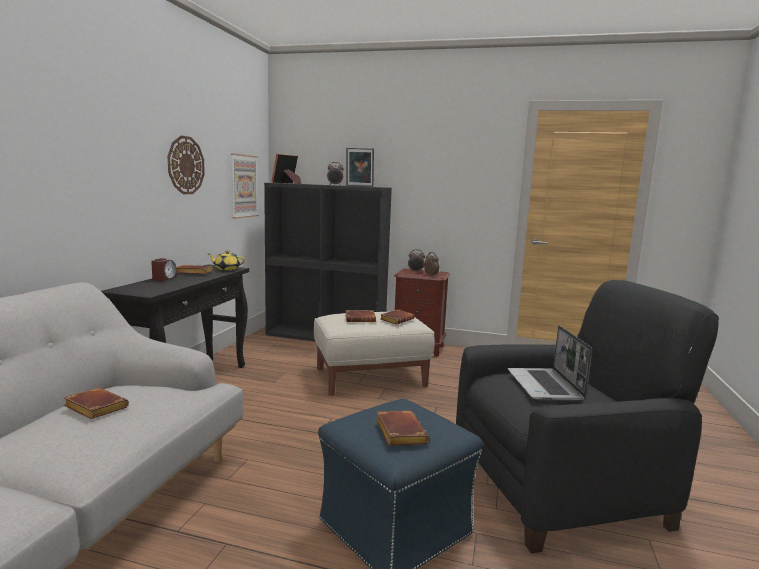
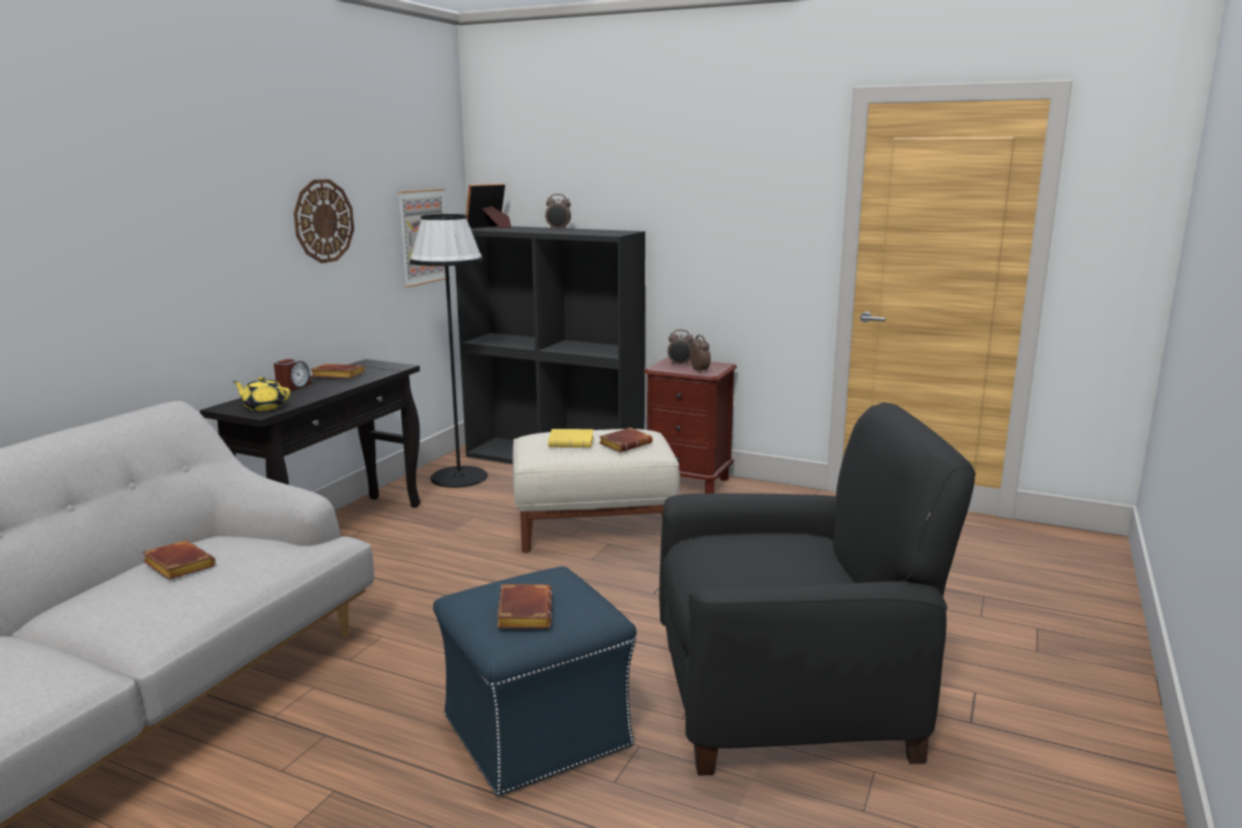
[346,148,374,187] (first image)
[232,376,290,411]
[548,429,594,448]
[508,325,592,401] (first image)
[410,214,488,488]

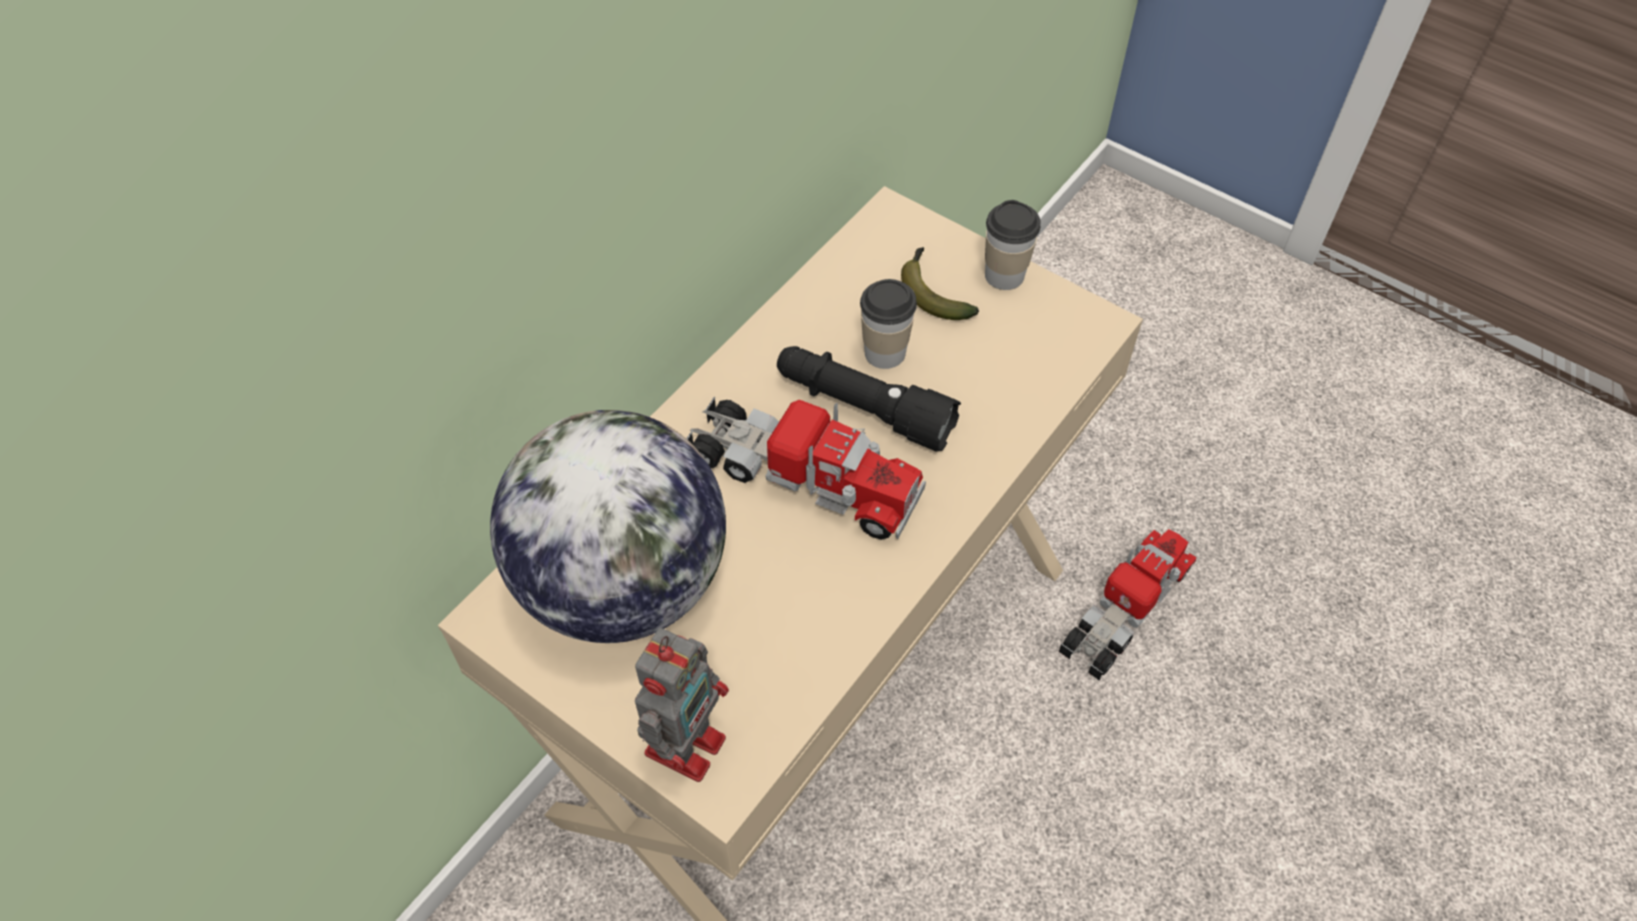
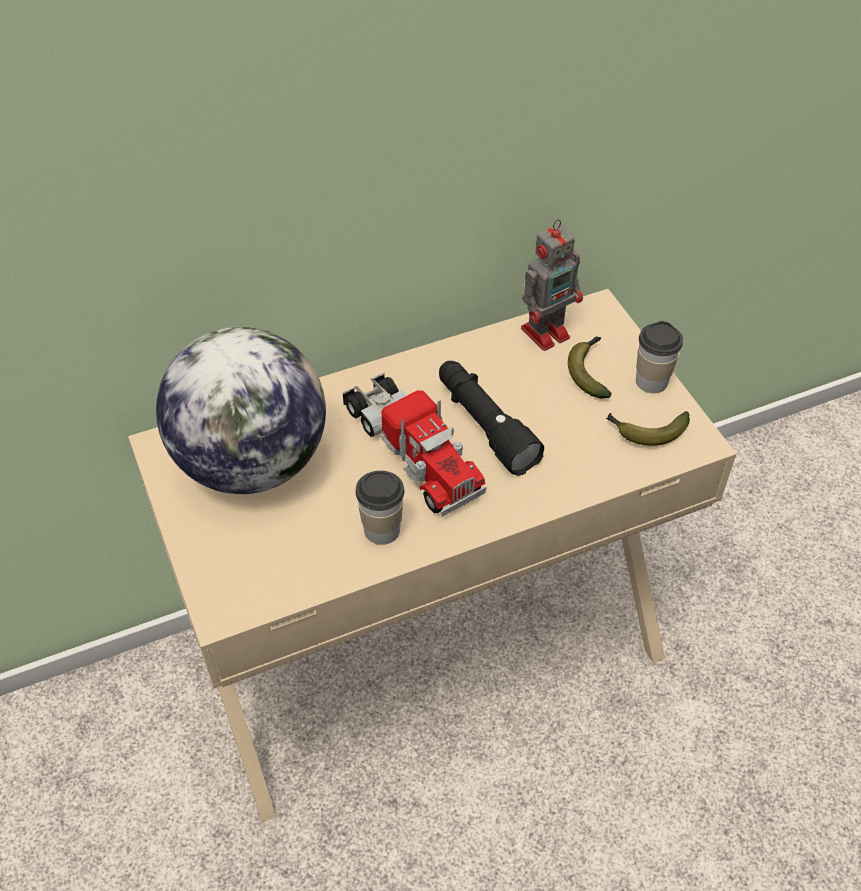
[356,471,404,545]
[1059,529,1197,680] (first image)
[521,219,583,351]
[606,411,690,446]

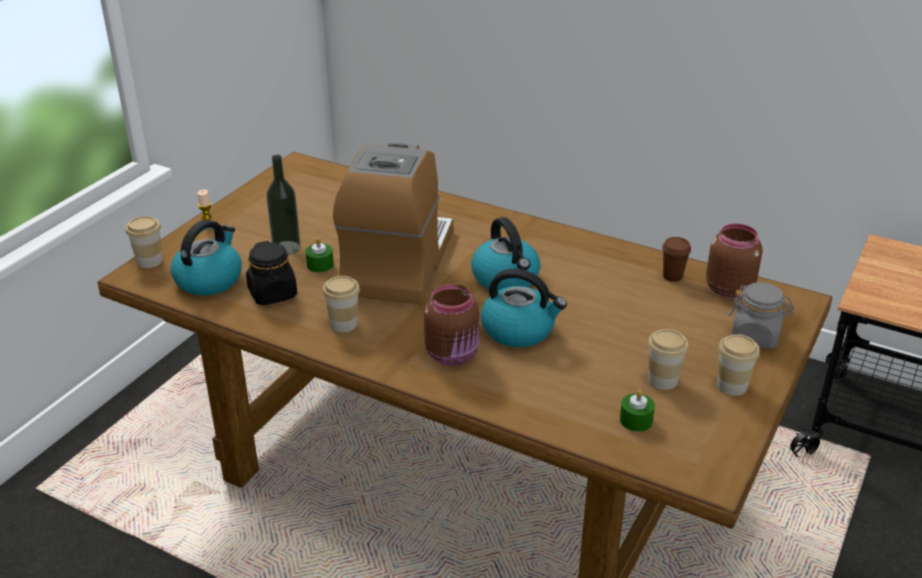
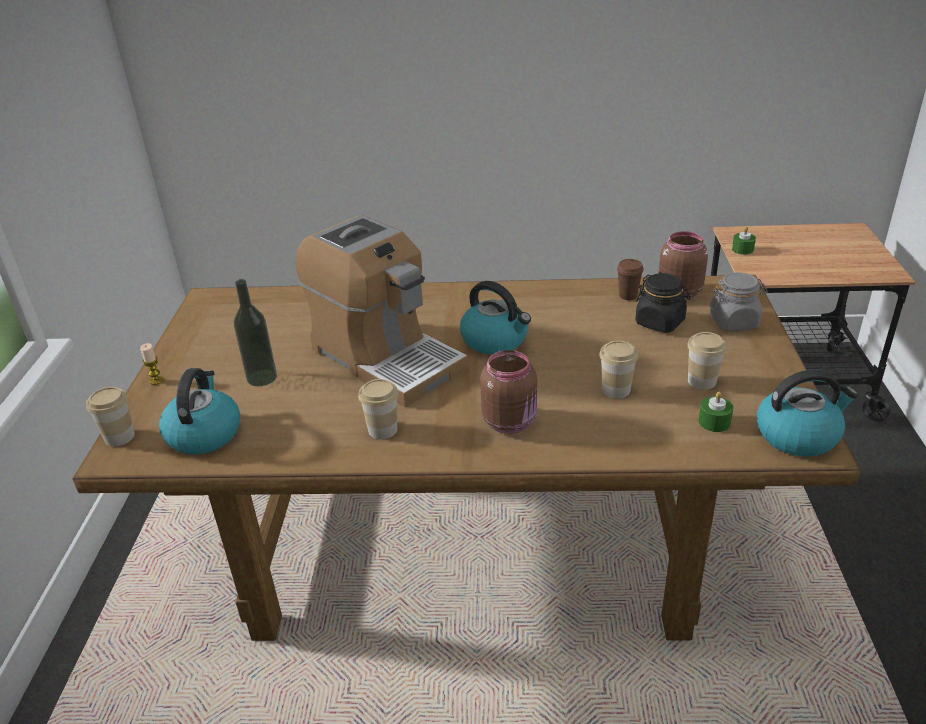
[296,215,468,407]
[732,227,756,255]
[635,273,691,333]
[757,369,858,457]
[599,341,638,399]

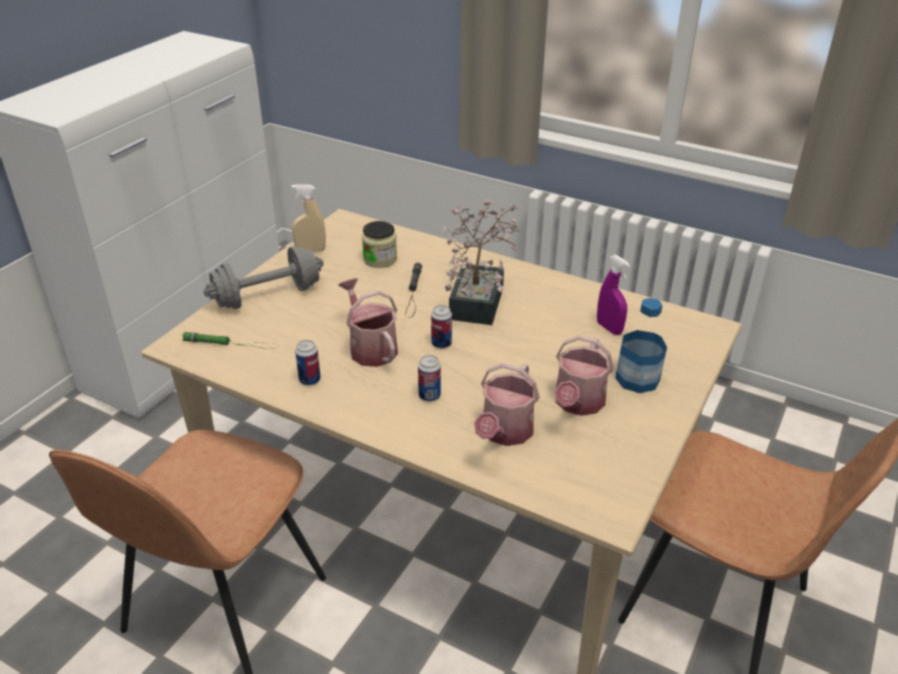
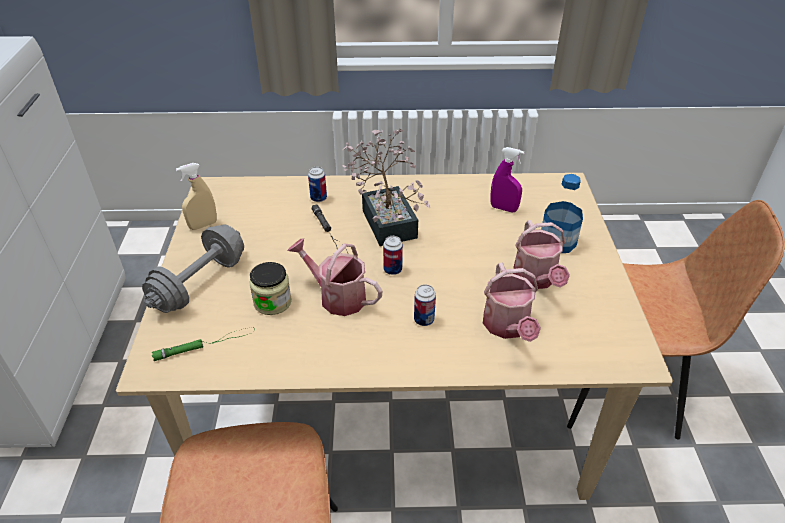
[249,262,292,315]
[308,167,327,202]

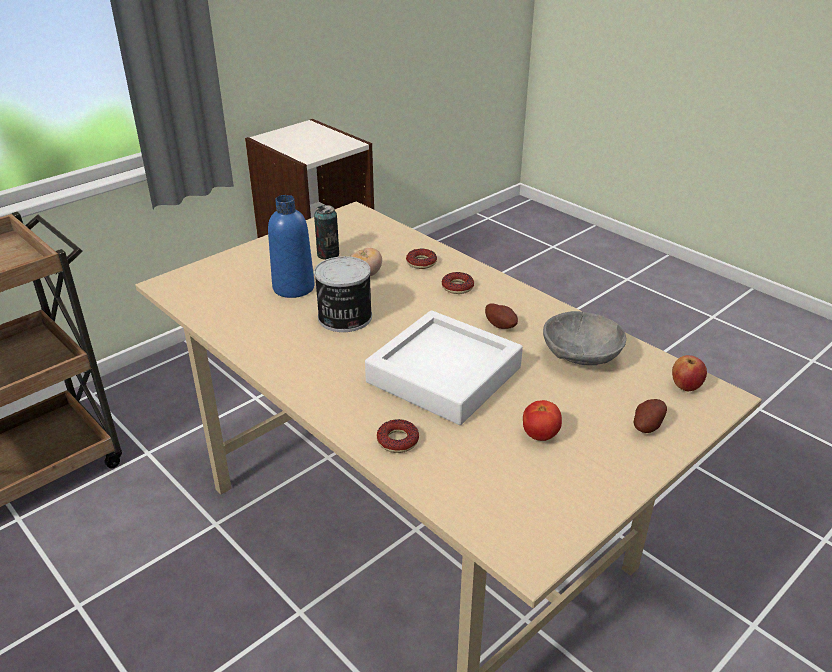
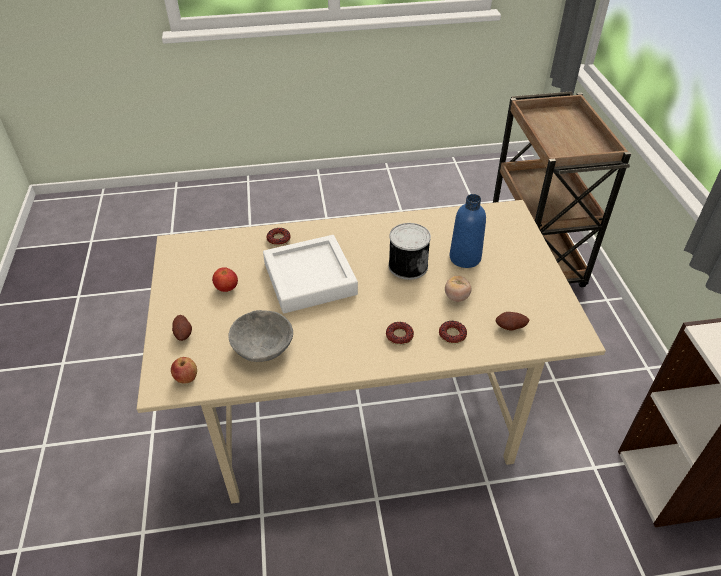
[314,205,339,260] (first image)
[496,312,530,330]

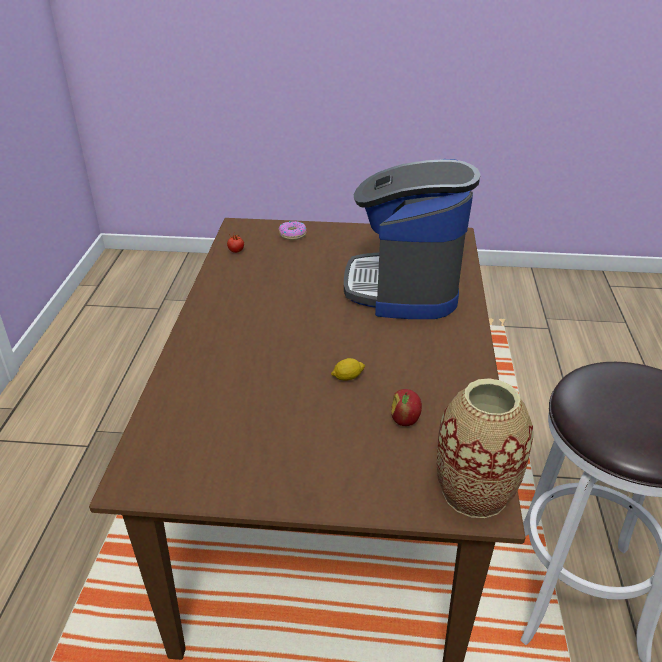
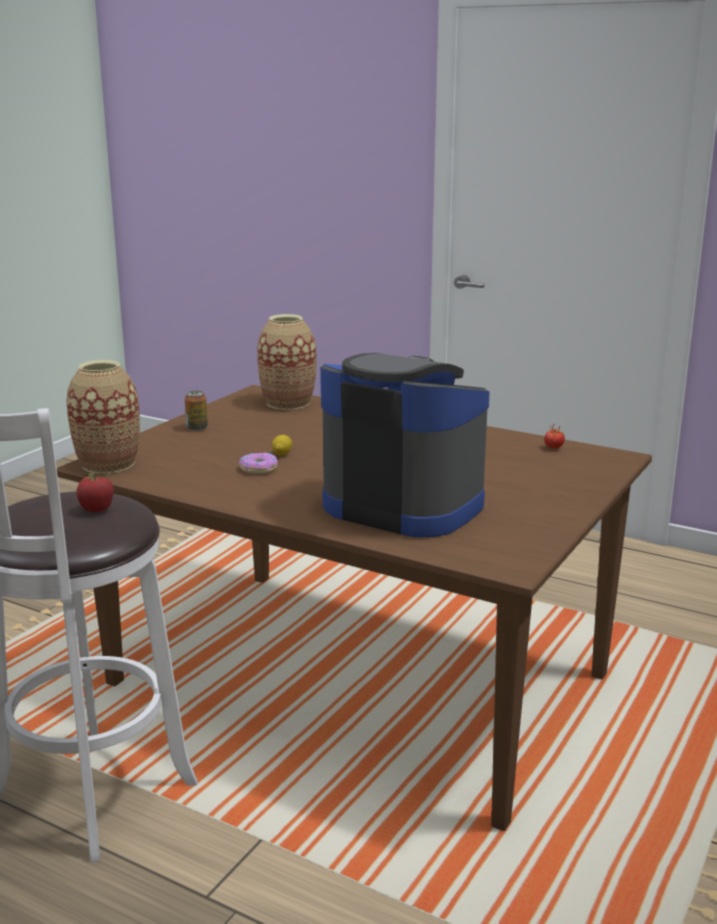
[239,453,278,474]
[77,473,114,513]
[257,314,317,410]
[185,391,208,431]

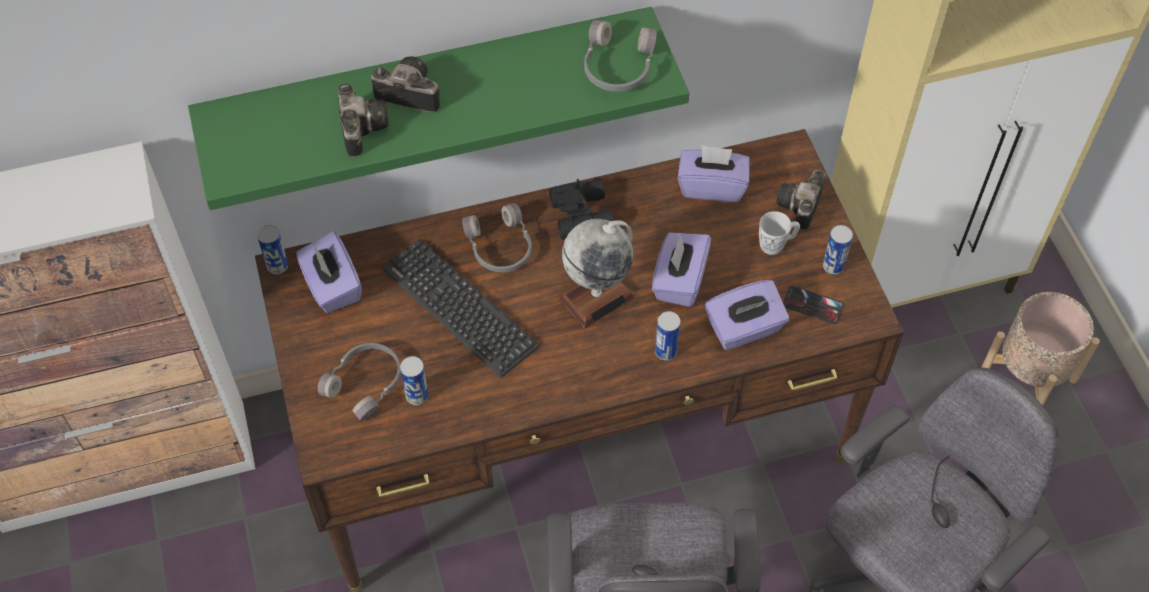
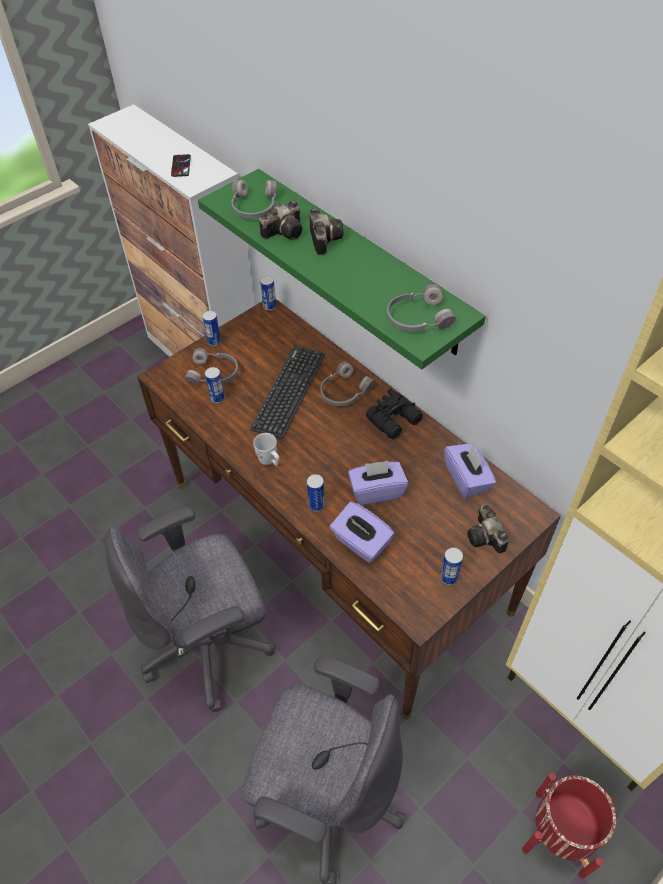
[467,504,509,553]
[253,433,279,466]
[559,219,635,328] (first image)
[296,231,362,313] (first image)
[171,154,191,177]
[522,773,616,879]
[231,180,277,218]
[202,311,221,346]

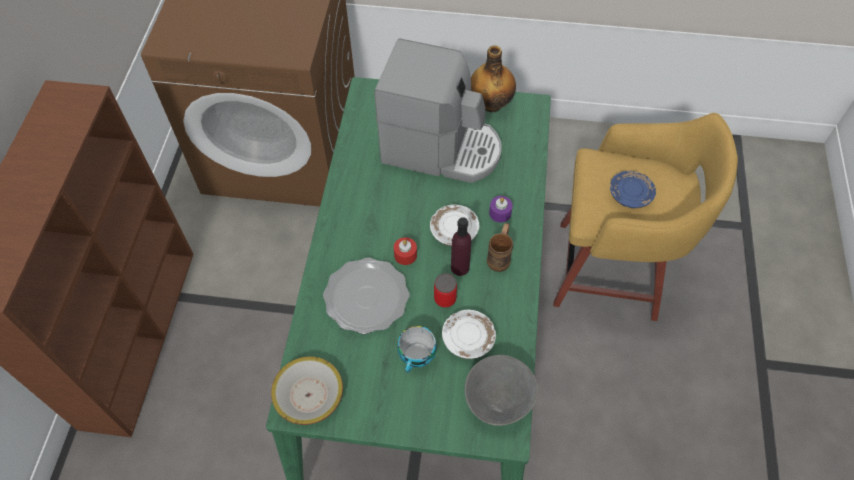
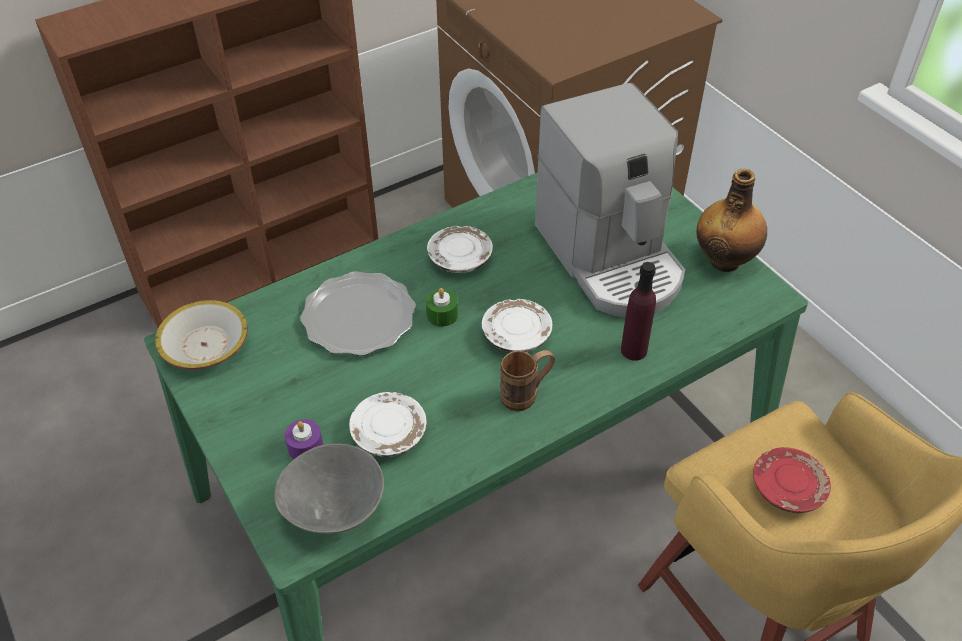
[753,447,831,513]
[284,419,324,459]
[621,262,656,361]
[426,288,458,327]
[434,273,457,308] (first image)
[397,326,437,373] (first image)
[427,226,493,273]

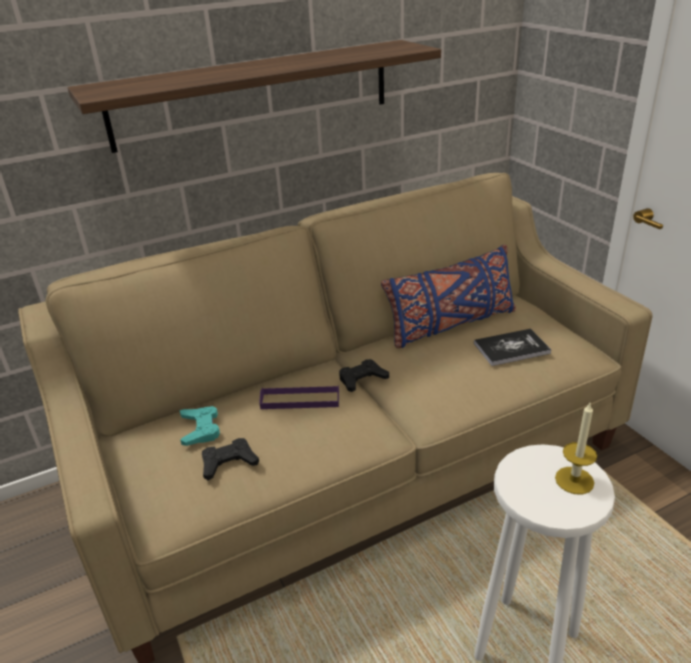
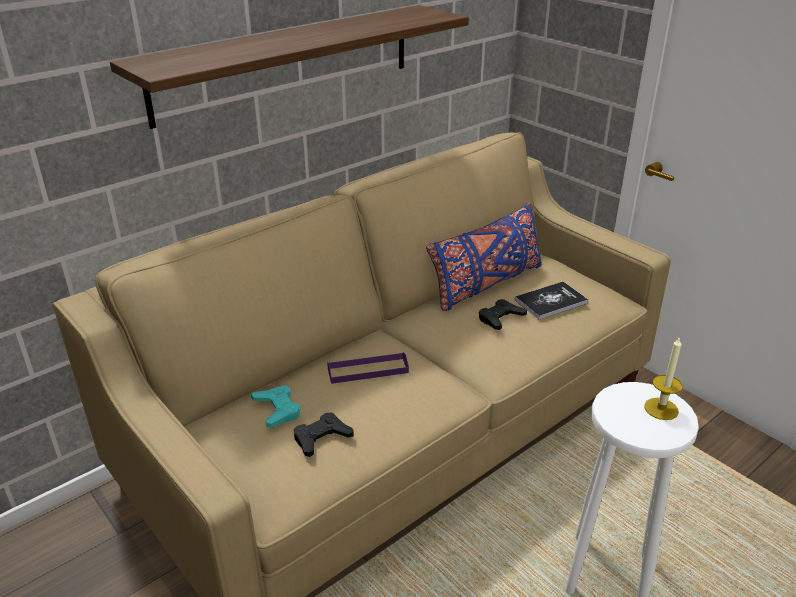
[479,299,527,330]

